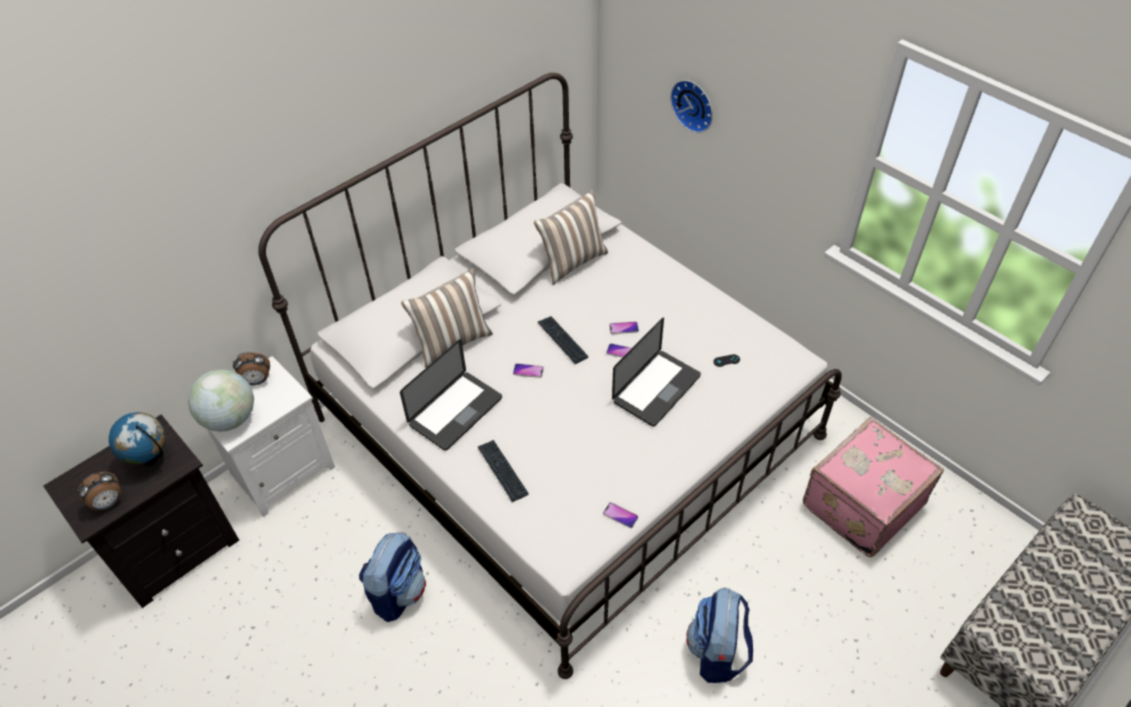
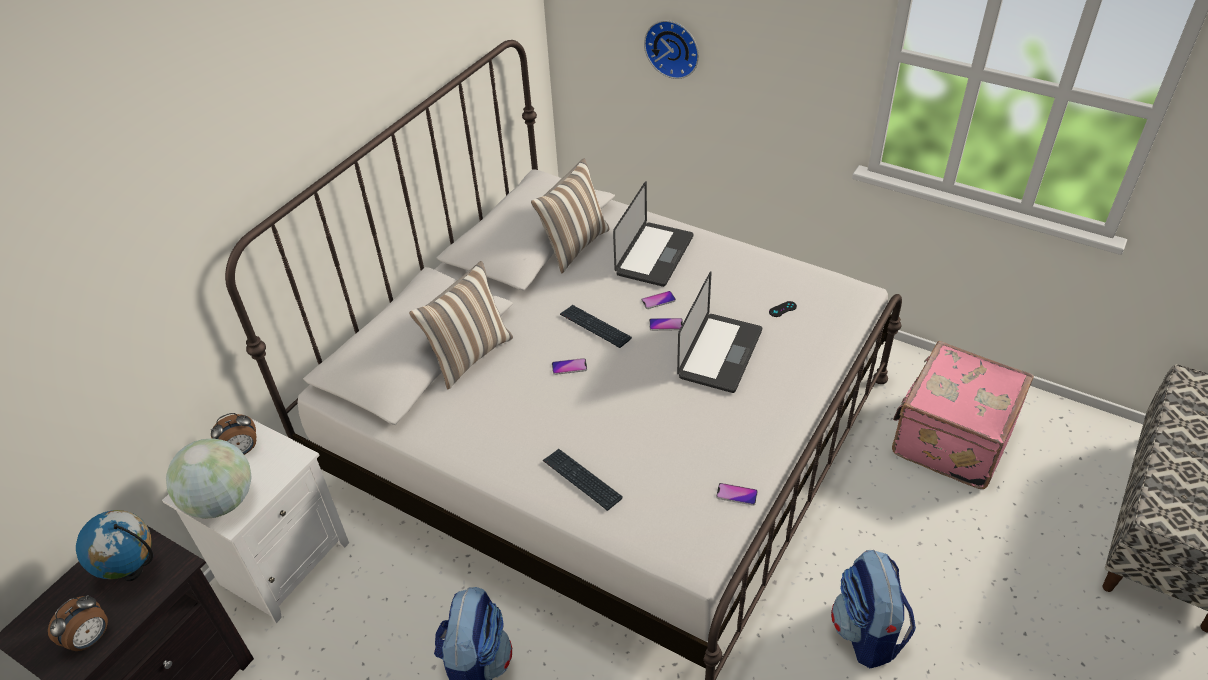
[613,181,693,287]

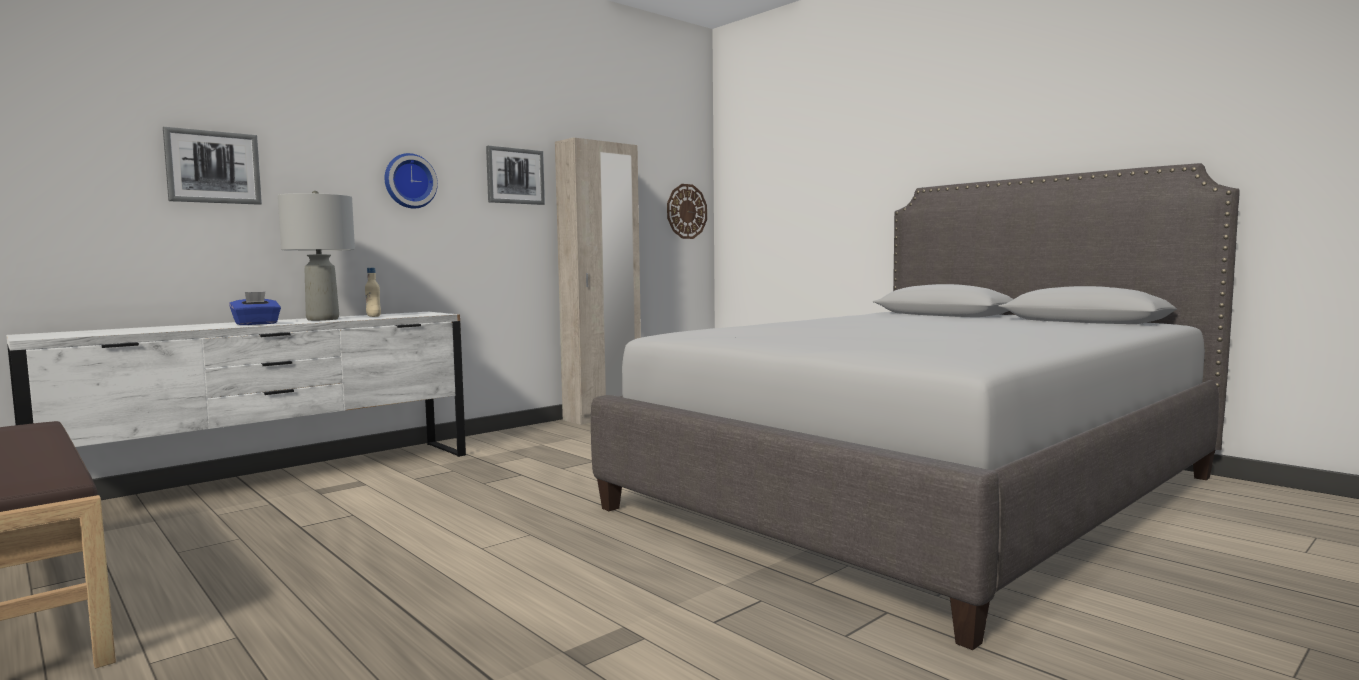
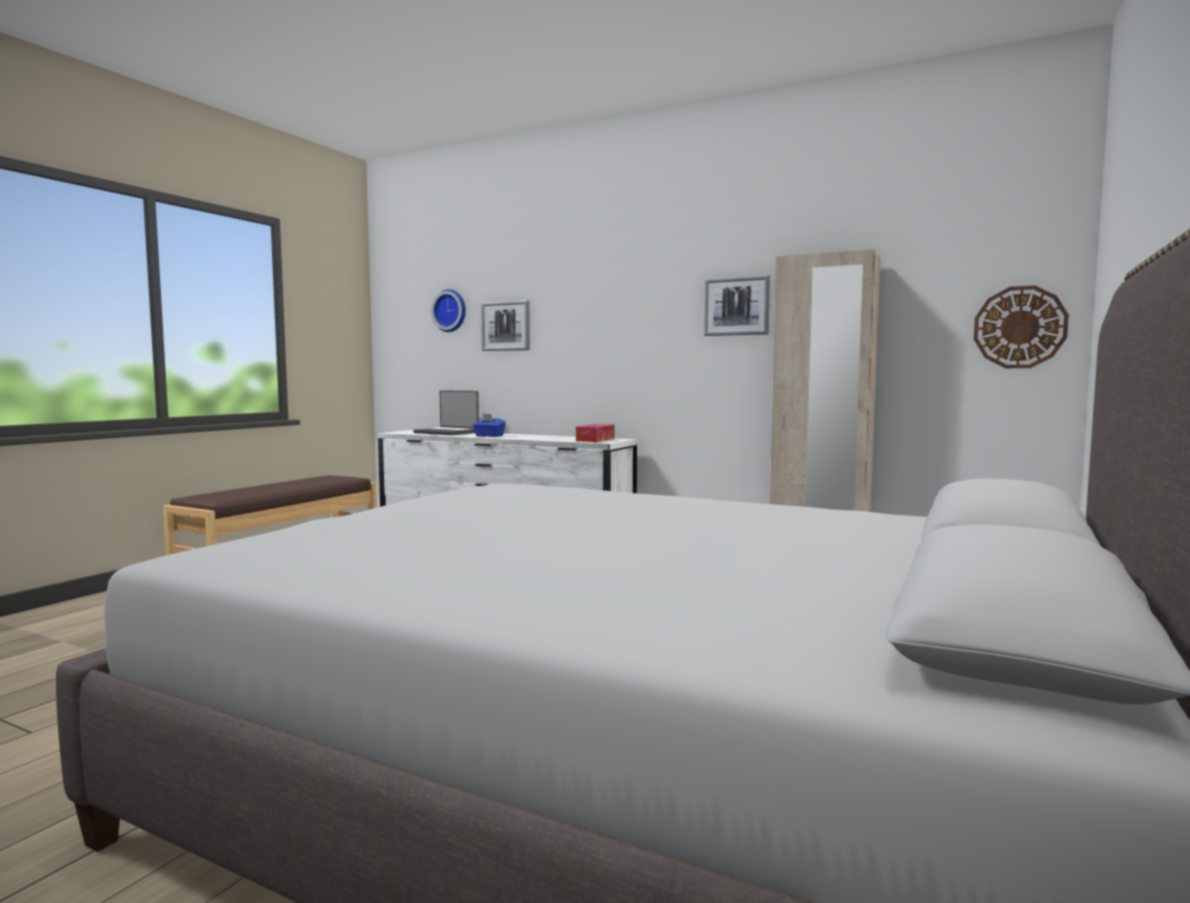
[431,289,466,332]
[278,191,355,321] (first image)
[365,268,381,317] (first image)
[413,390,479,435]
[576,424,615,442]

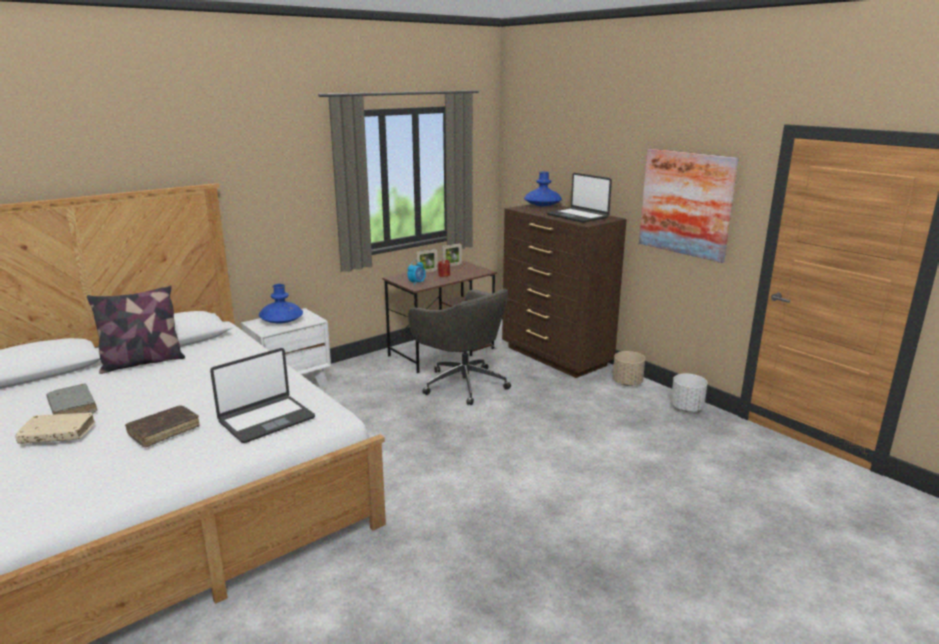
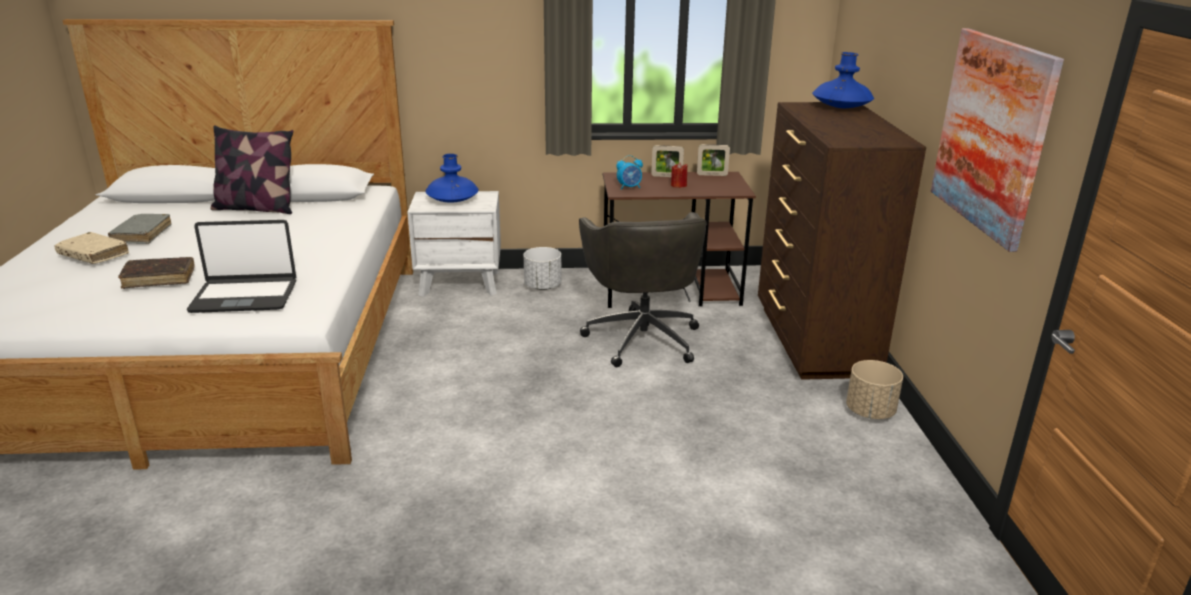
[547,173,612,223] (first image)
[524,247,561,290]

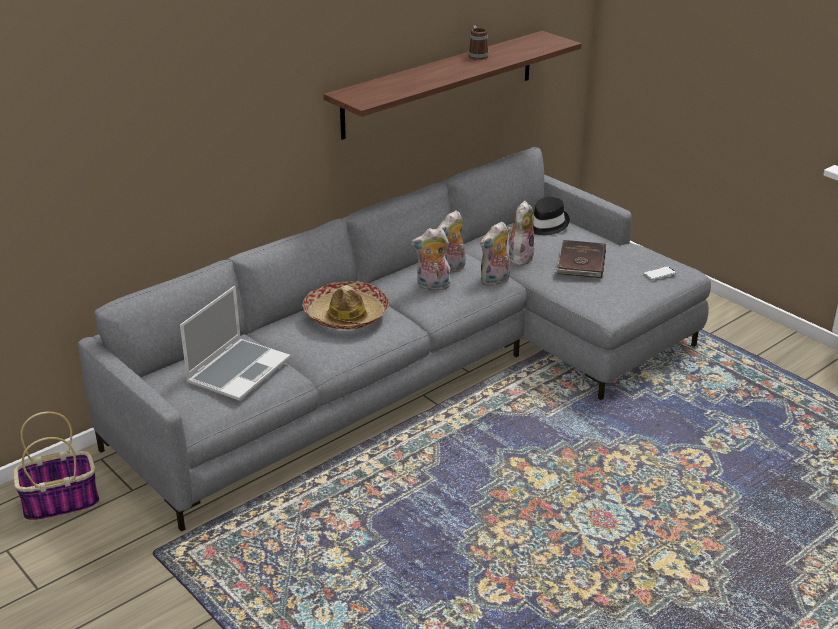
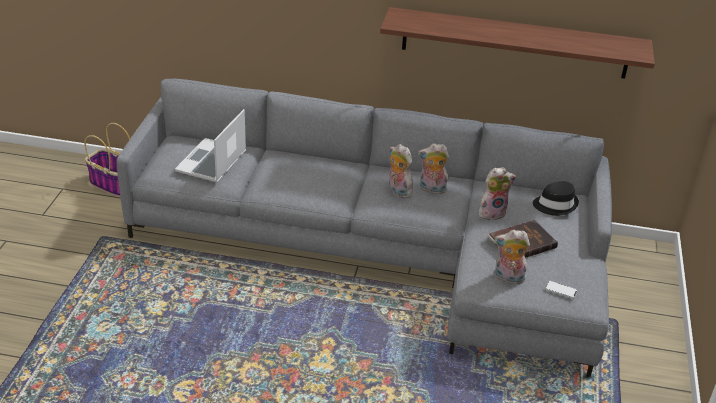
[468,26,489,60] (first image)
[495,230,530,284]
[302,281,389,329] (first image)
[175,109,246,183]

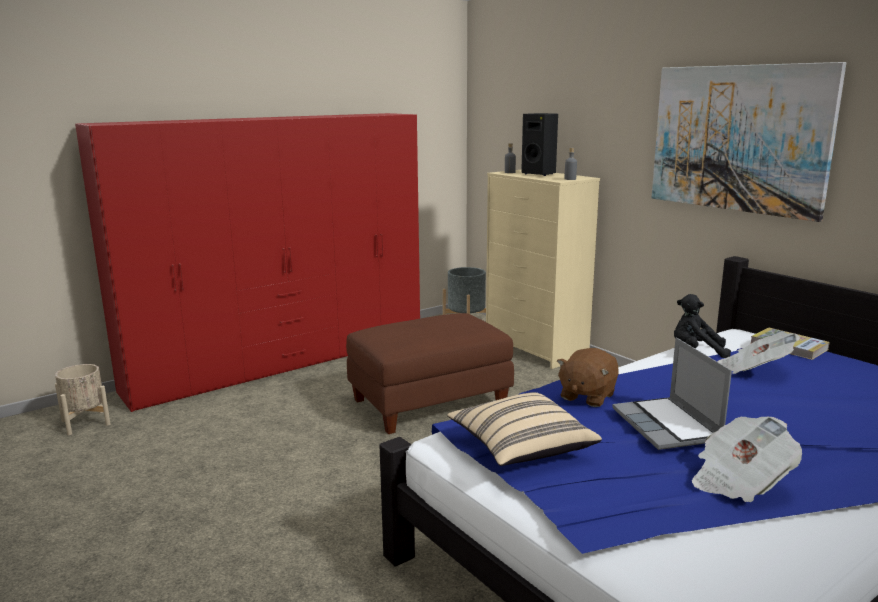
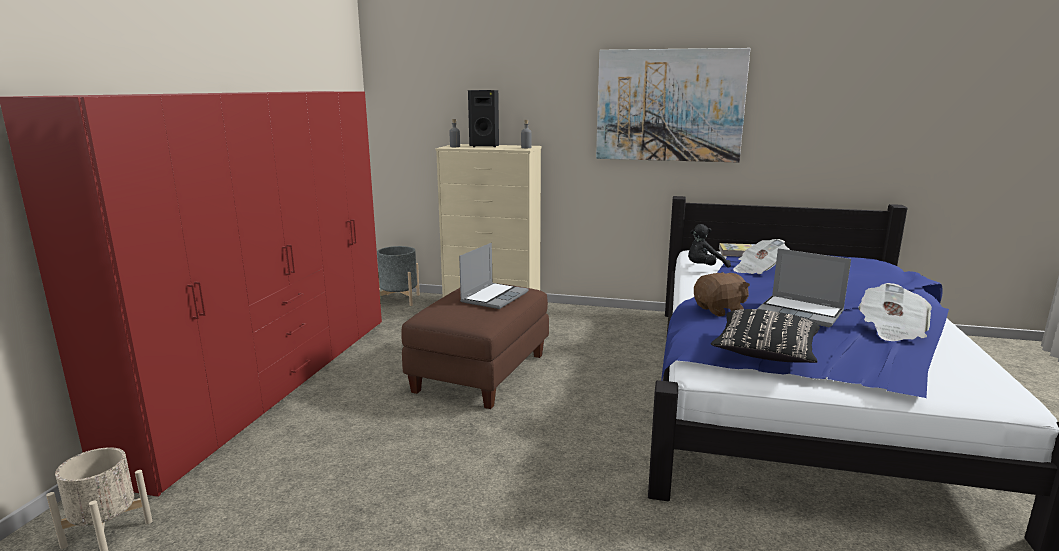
[694,272,750,317]
[711,309,820,363]
[459,243,528,309]

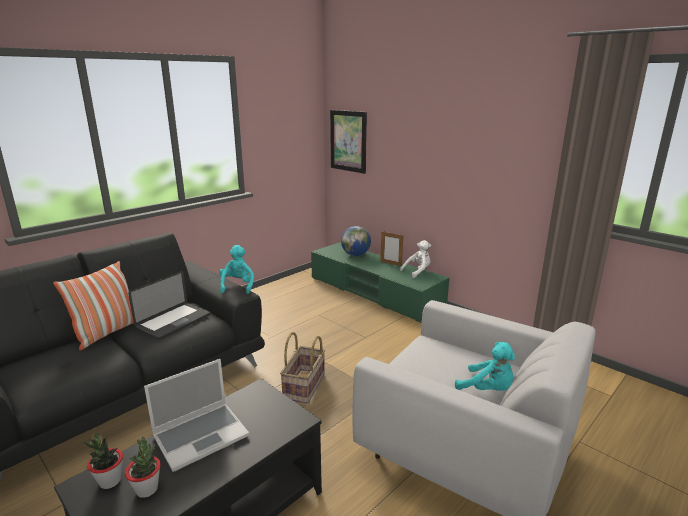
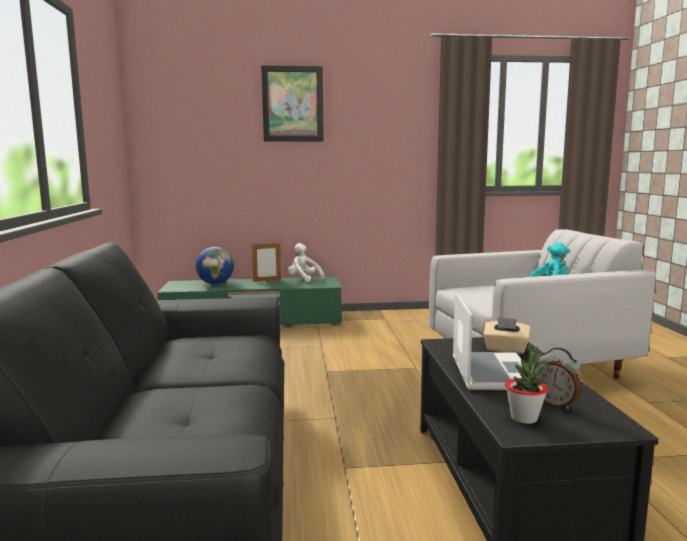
[261,66,324,142]
[288,243,325,282]
[219,245,254,294] (first image)
[53,261,134,350] (first image)
[128,271,210,340] (first image)
[280,332,325,404] (first image)
[533,348,581,410]
[483,317,530,354]

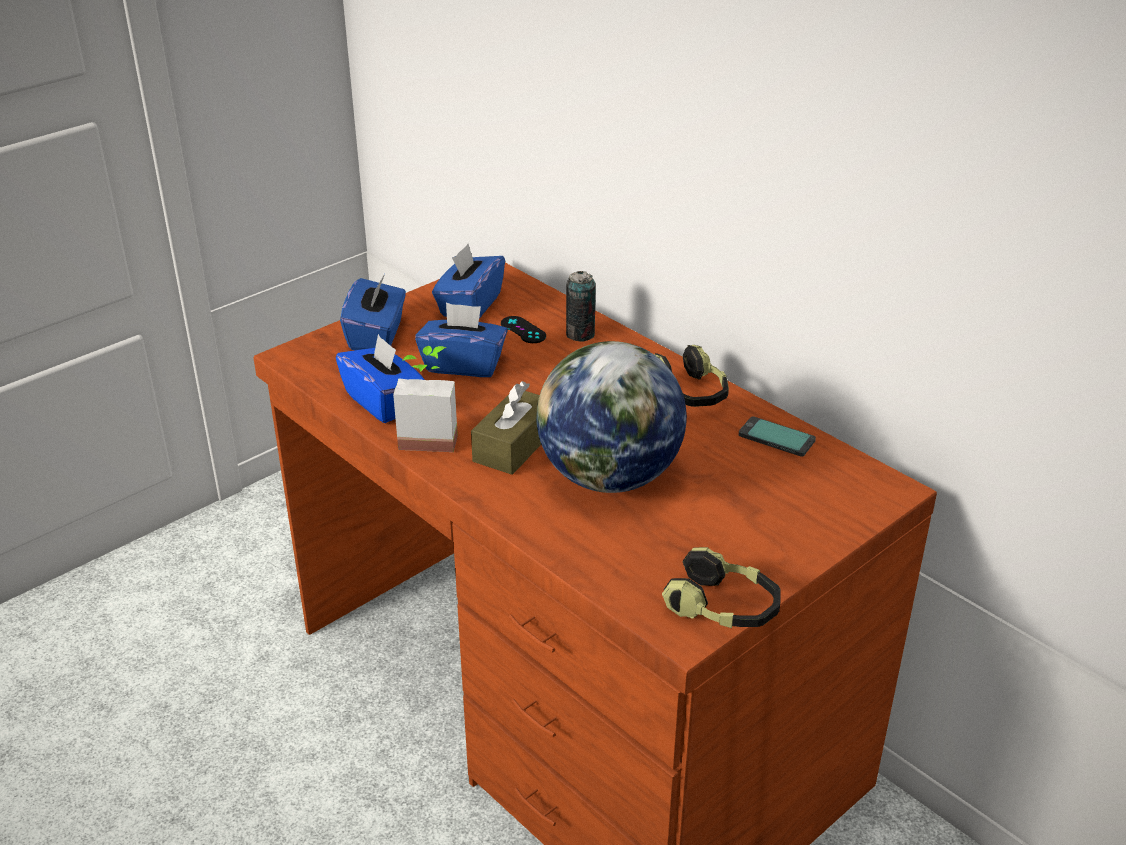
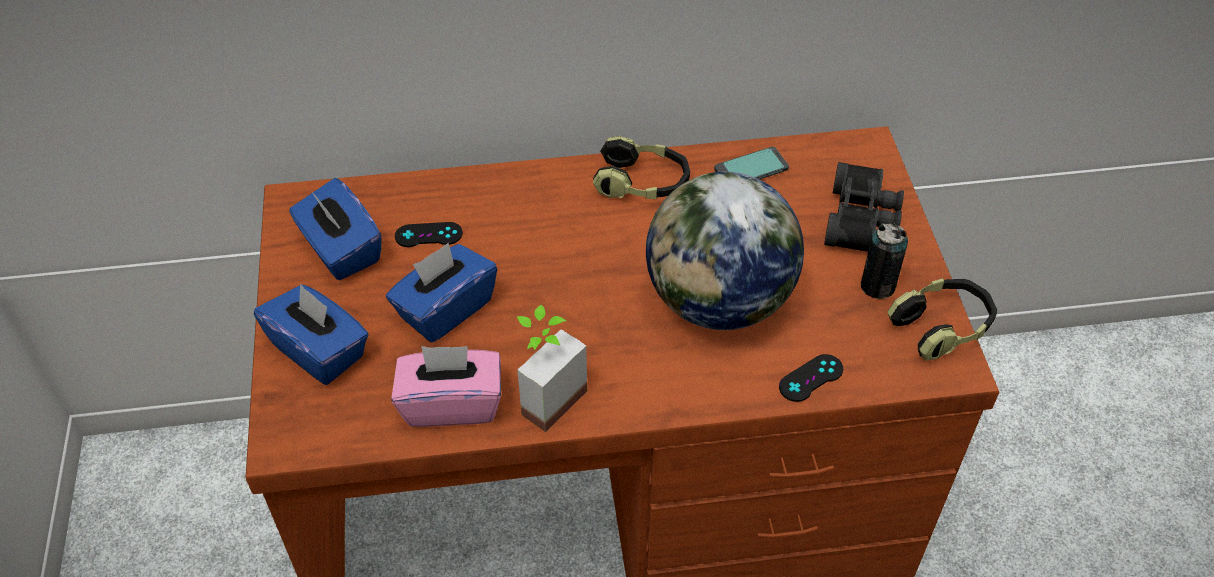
[861,223,908,299]
[391,346,501,427]
[471,381,541,475] (first image)
[824,162,904,252]
[779,354,843,402]

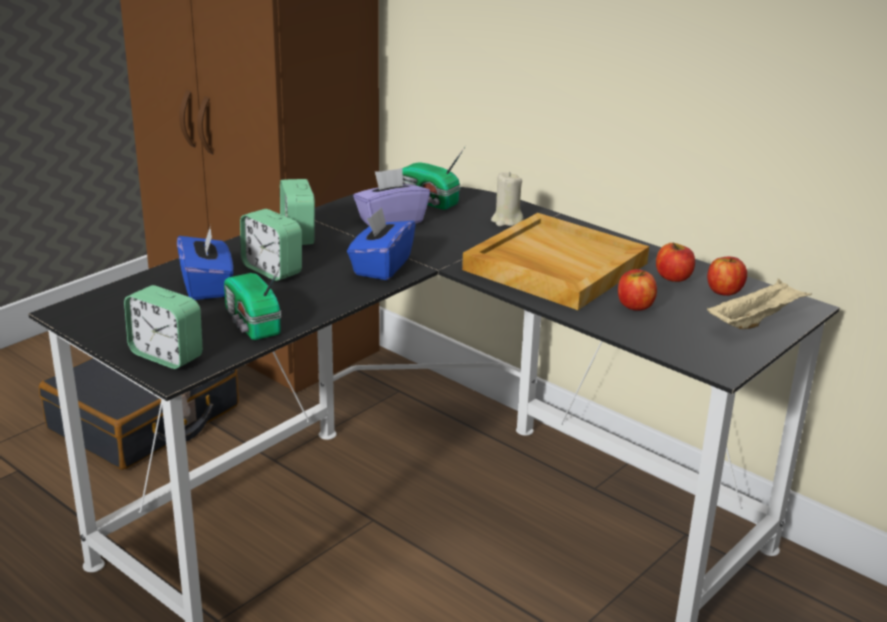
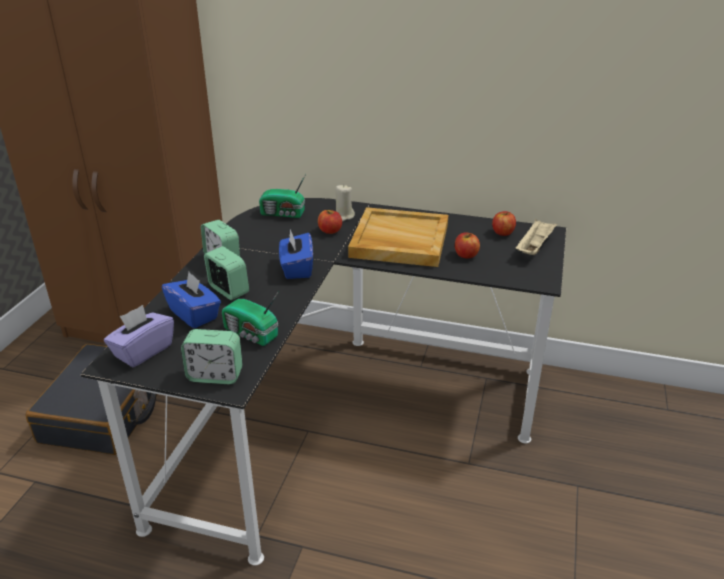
[104,305,174,367]
[204,246,249,300]
[318,210,342,234]

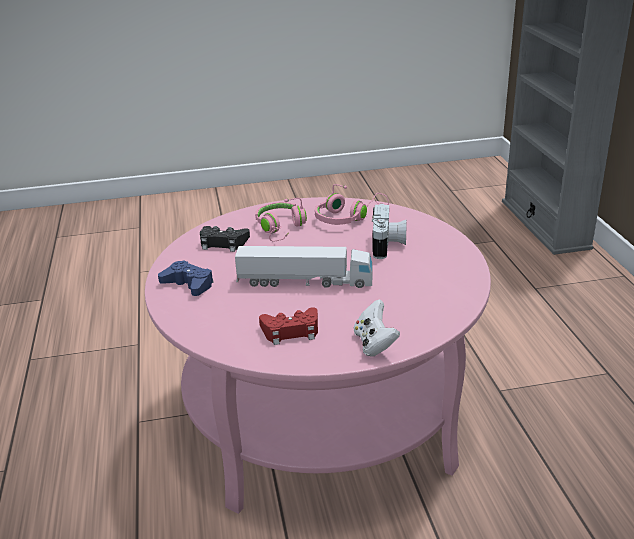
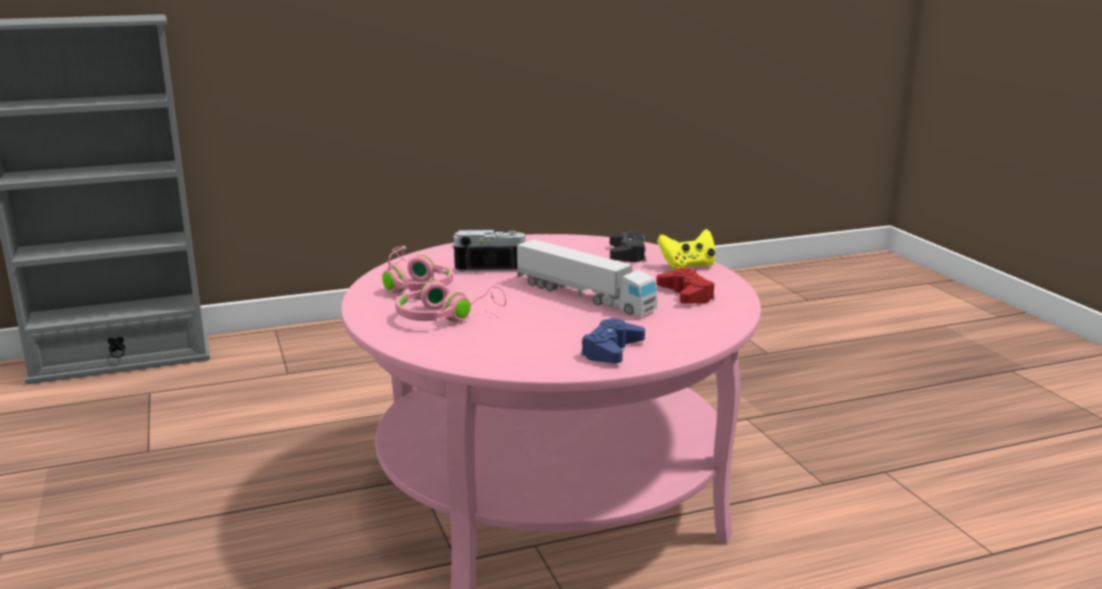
[610,231,646,262]
[516,239,657,316]
[657,229,715,270]

